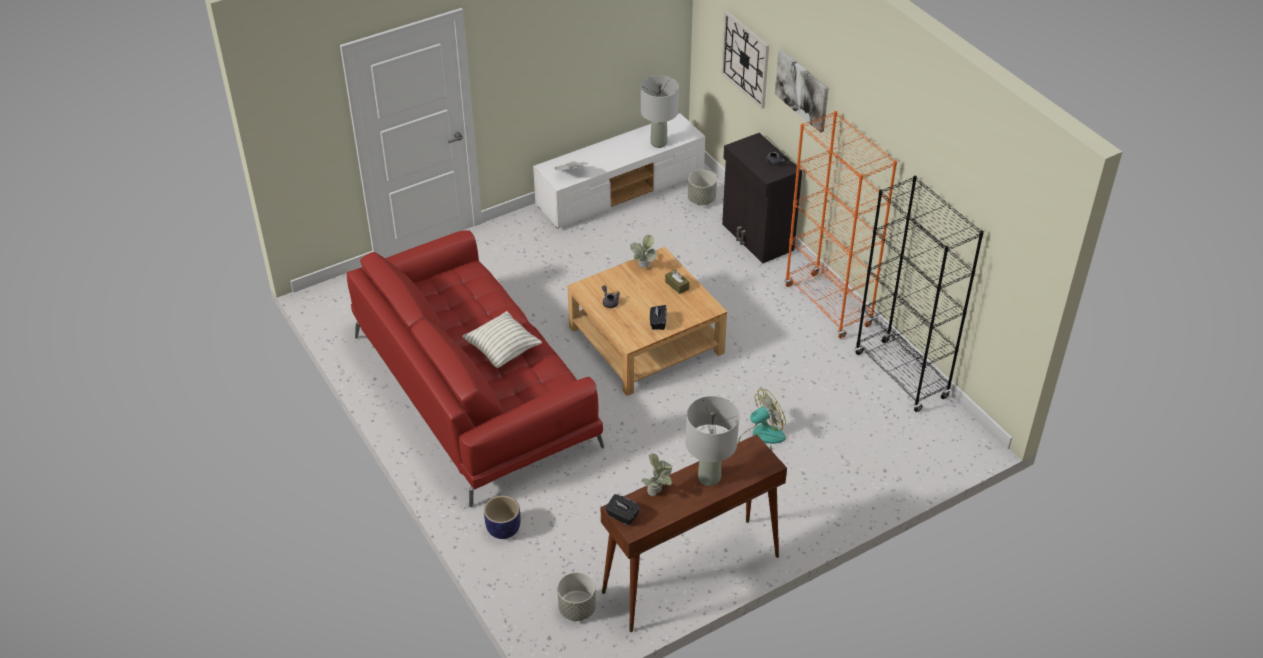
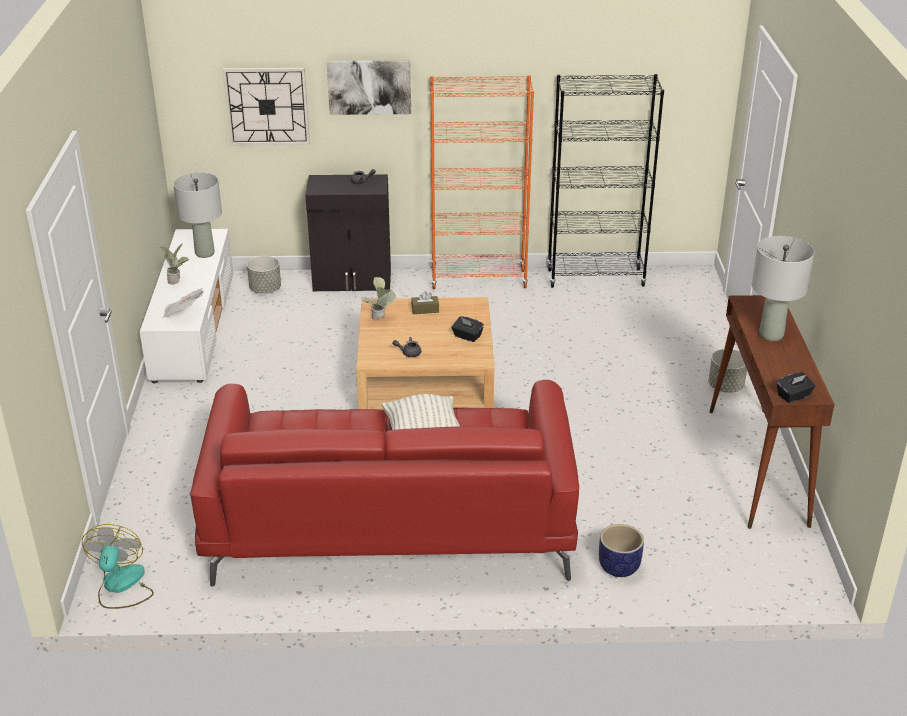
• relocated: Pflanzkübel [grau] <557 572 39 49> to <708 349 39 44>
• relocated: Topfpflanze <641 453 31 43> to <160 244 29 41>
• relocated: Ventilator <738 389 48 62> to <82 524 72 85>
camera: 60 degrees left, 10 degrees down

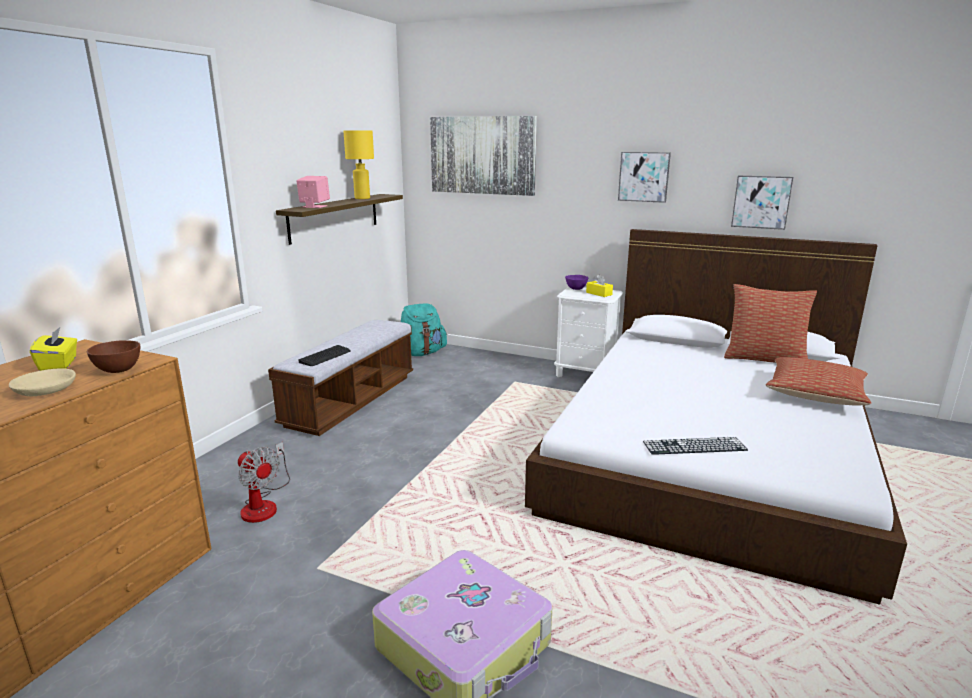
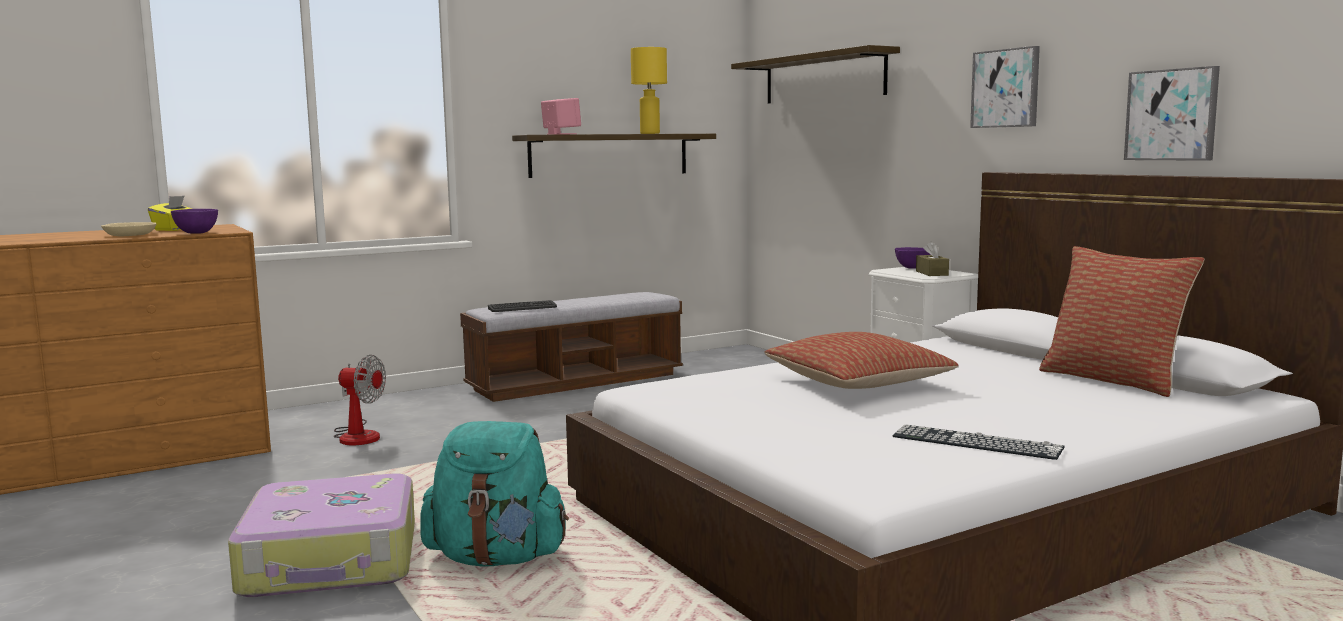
• relocated: Rucksack [türkis] <401 303 46 53> to <420 421 149 146>
• relocated: Tastatur <643 436 105 19> to <893 425 172 35>
• relocated: Kissen <766 357 105 49> to <765 332 193 57>
• exchanged: Bild <430 116 107 80> to Wandregal <731 45 169 58>
• colour: Schüssel [braun] <87 340 53 33> to Schüssel [lila] <171 209 47 25>
• colour: Taschentuchbox [gelb] <586 274 27 23> to Taschentuchbox [braun] <916 241 33 35>
• spun: Ventilator <238 442 52 81> = <334 355 52 90> 60 degrees counterclockwise
camera: 35 degrees right, 10 degrees down

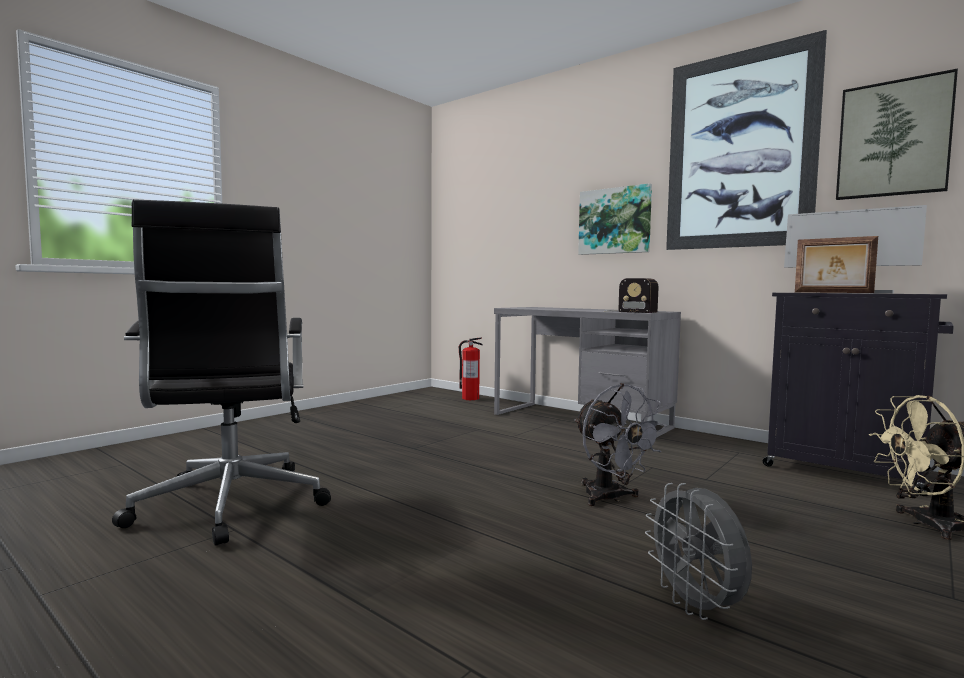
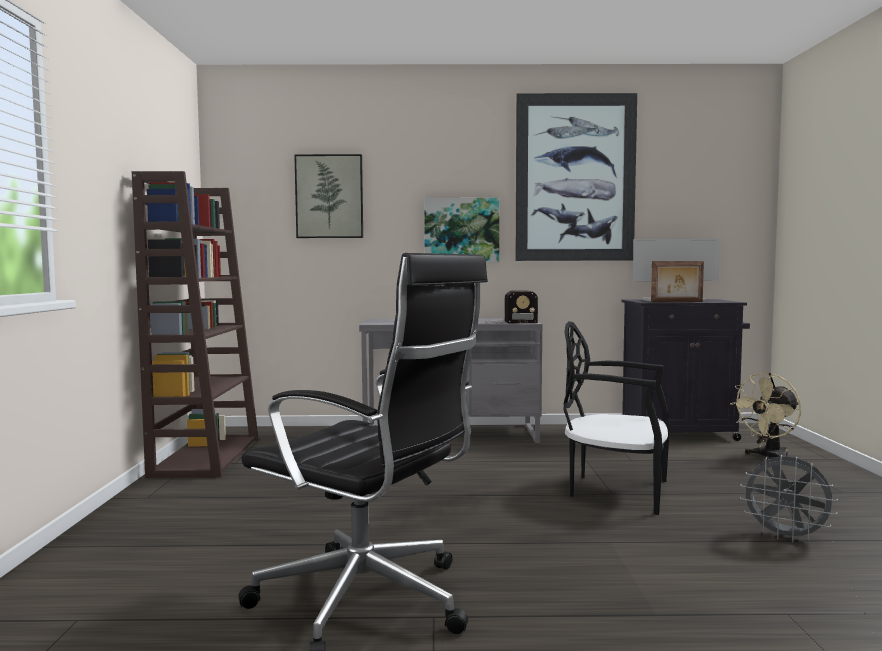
• missing: Feuerlöscher <459 337 24 63>
• appeared: Bücherregal [braun] <132 171 127 307>
• relocated: Bild <836 69 122 131> to <294 154 69 84>
• exchanged: Ventilator [grau] <574 383 93 123> to Stuhl [schwarz] <564 321 106 194>
camera: 40 degrees left, 0 degrees up

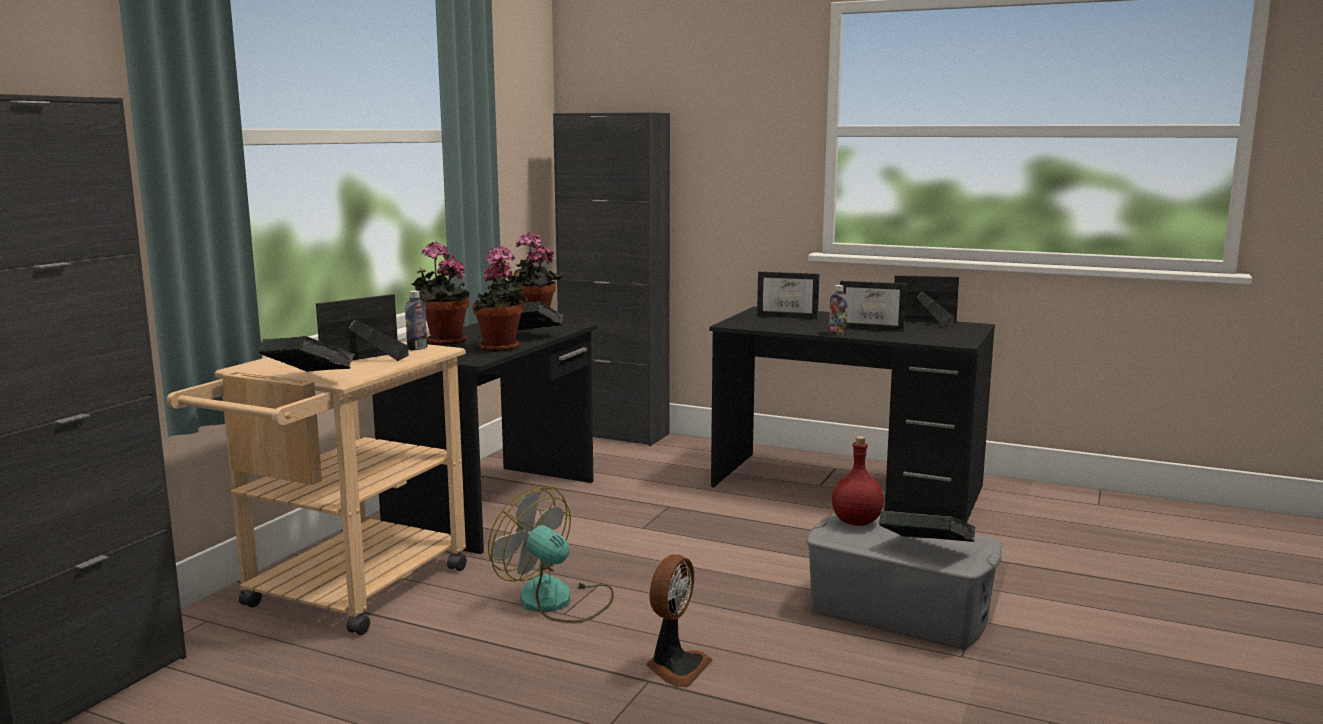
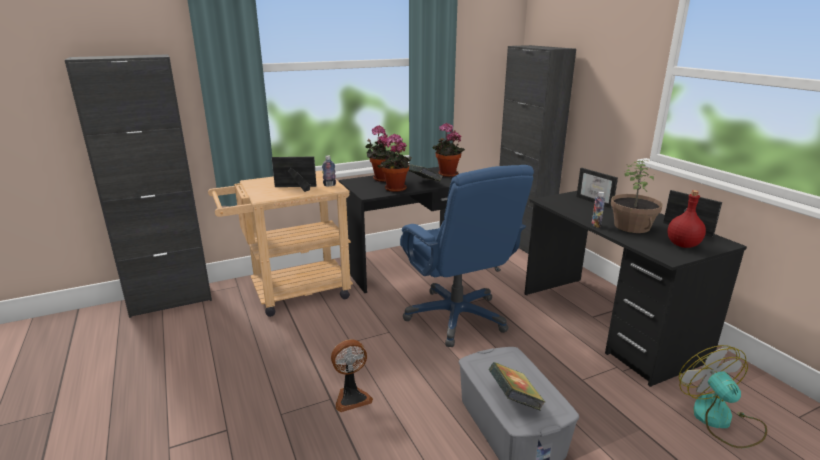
• missing: Buch <259 336 96 36>
• appeared: Bürostuhl [blau] <400 165 134 182>
• relocated: Ventilator <488 487 126 136> to <679 345 88 103>
• relocated: Flasche [rot] <832 436 52 90> to <667 190 39 58>
• exchanged: Bilderrahmen <840 281 67 51> to Topfpflanze <611 160 52 73>
camera: 40 degrees right, 10 degrees up

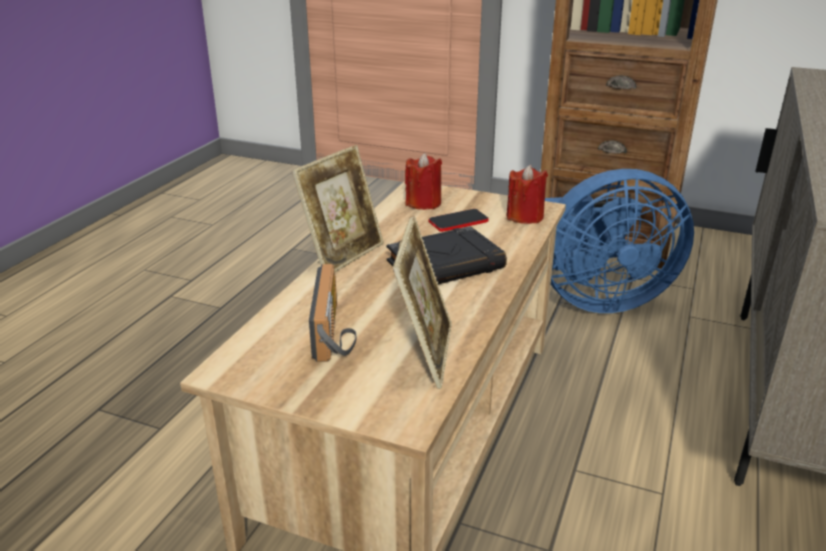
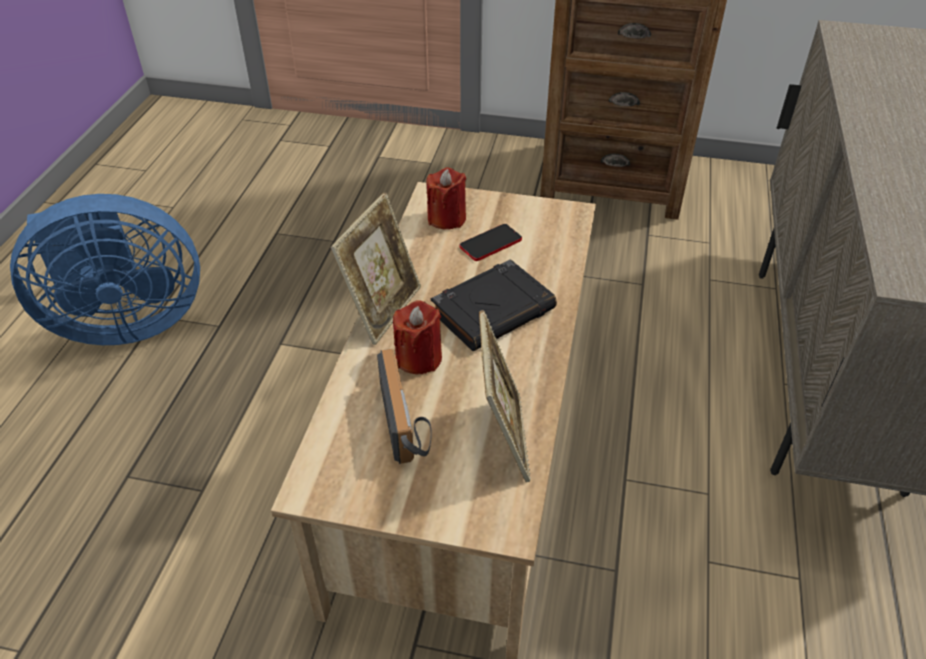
• relocated: Kerze [rot] <507 165 41 59> to <393 300 49 74>
• relocated: Ventilator [blau] <545 169 149 144> to <10 194 190 151>
camera: 10 degrees left, 15 degrees up

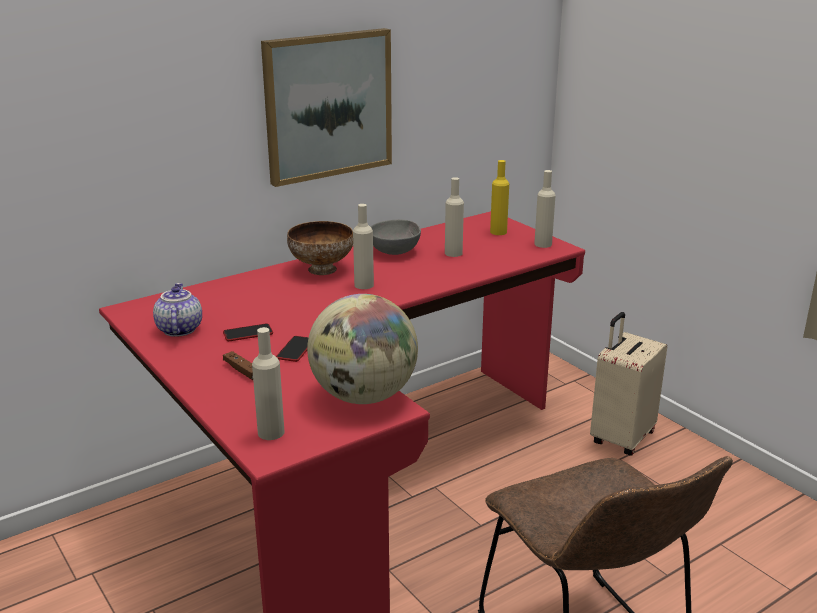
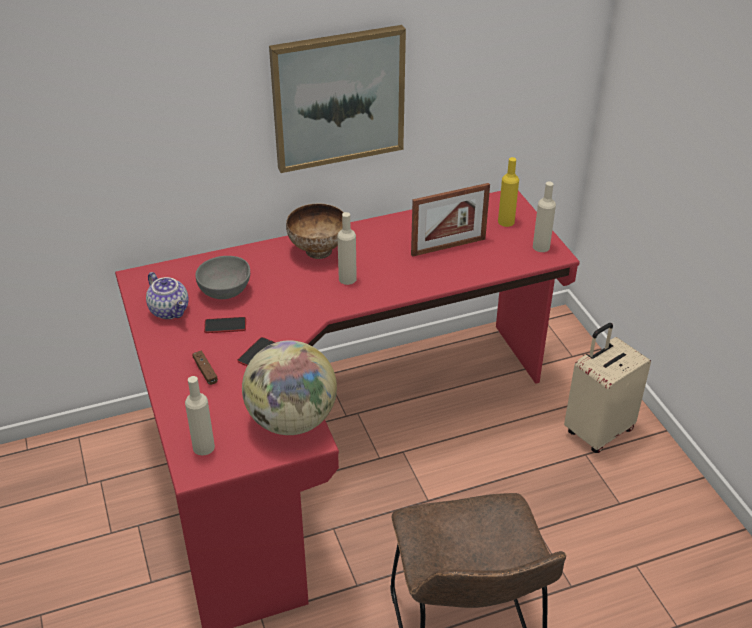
• relocated: Schüssel [grau] <371 220 50 35> to <195 256 55 43>
• exchanged: Flasche [beige] <445 177 19 80> to Bilderrahmen <411 183 79 74>
• spun: Teekanne <153 283 49 54> = <146 272 43 47> 135 degrees clockwise
camera: 15 degrees right, 15 degrees up

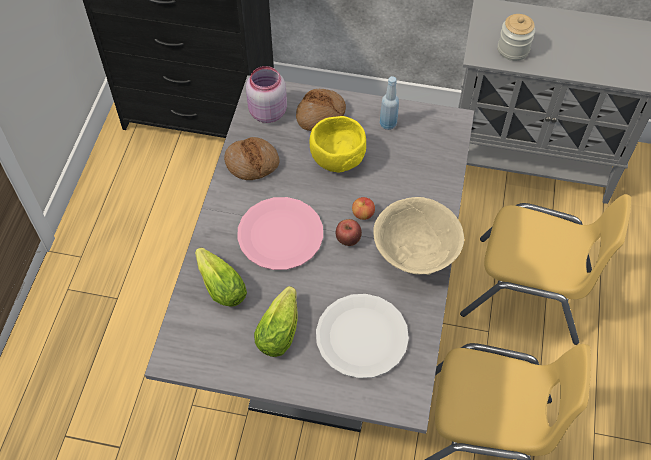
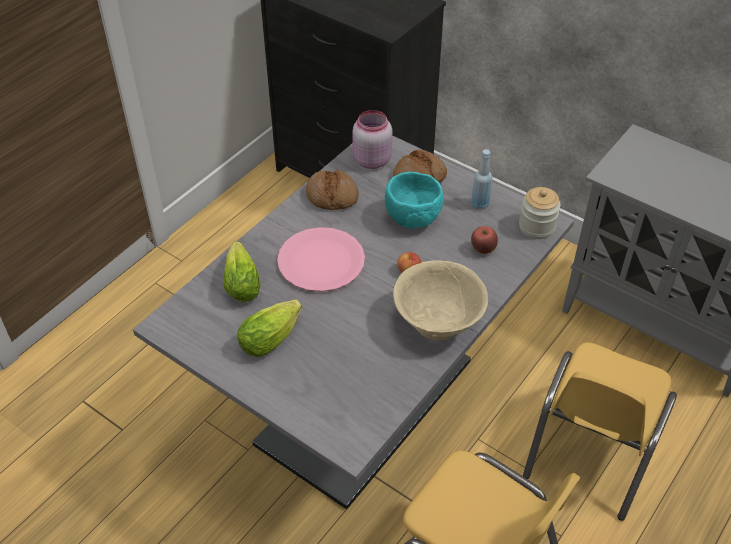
• missing: Teller [weiß] <316 294 93 84>
• relocated: Apfel <336 219 26 27> to <471 226 27 28>
• relocated: Vorratsglas <498 14 37 47> to <519 187 41 52>
• colour: Schüssel [gelb] <310 116 56 56> to Schüssel [türkis] <385 172 59 56>
• spun: Stuhl [gelb] <460 194 171 151> = <523 342 154 179> 75 degrees clockwise
camera: 25 degrees right, 10 degrees down

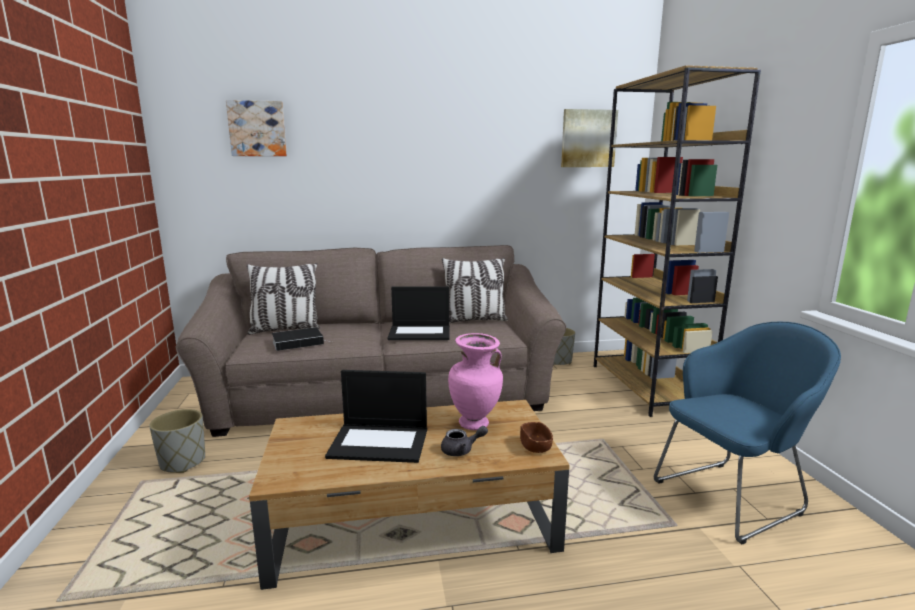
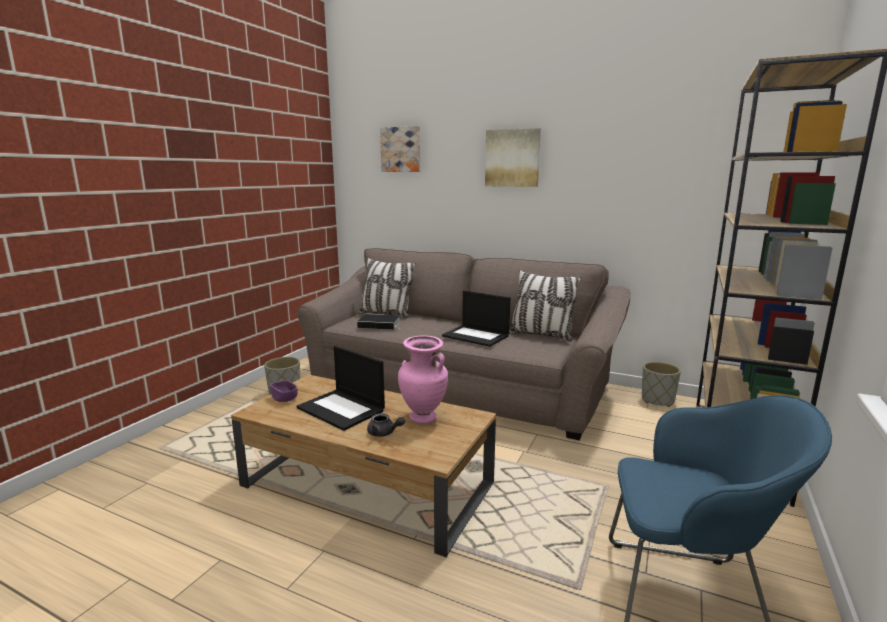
• missing: Schüssel [braun] <520 422 33 31>
• appeared: Schüssel [lila] <270 380 28 22>
• relocated: Bild <561 109 57 58> to <485 128 56 59>
camera: 35 degrees right, 0 degrees up

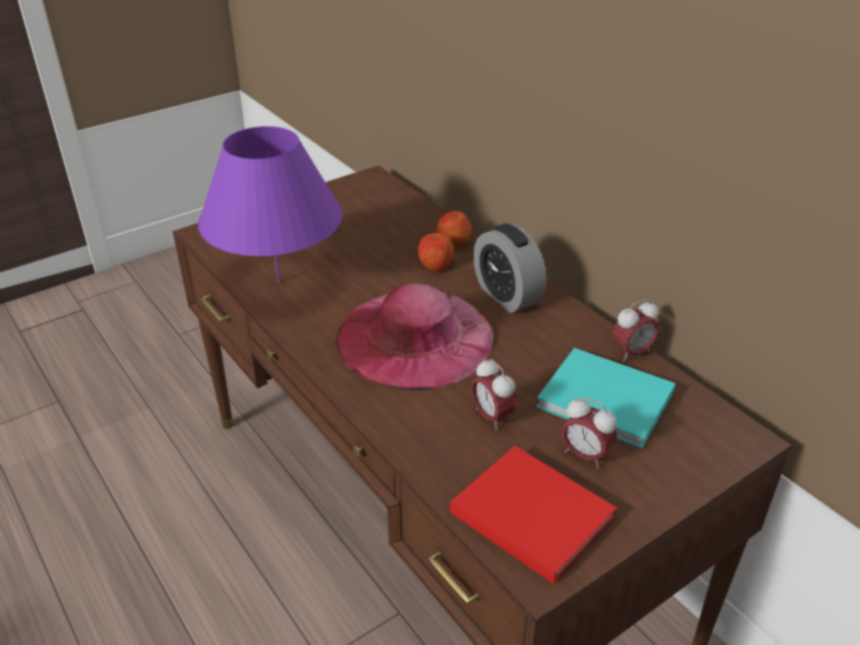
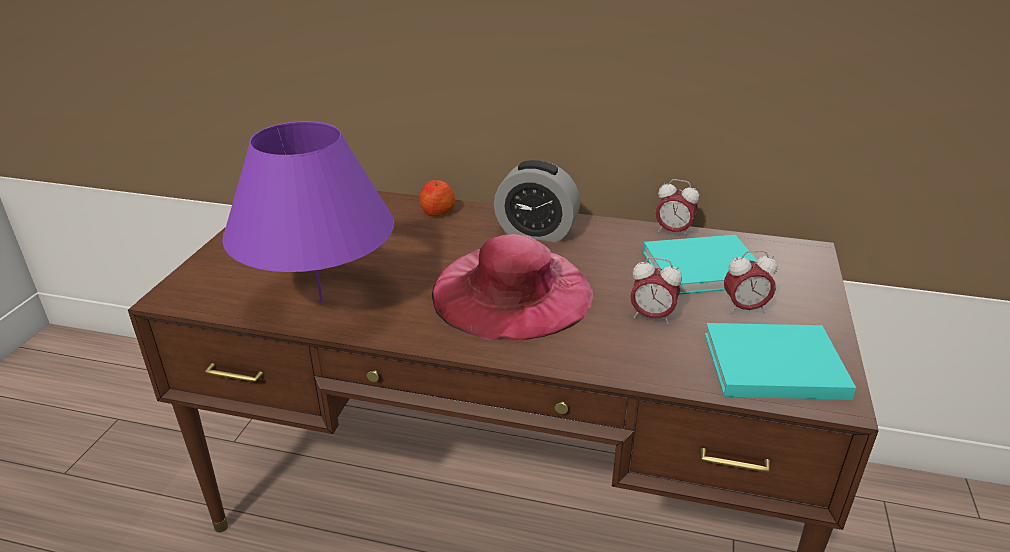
• missing: Apfel <418 233 36 38>
• colour: Buch [rot] <450 446 167 138> to Buch [türkis] <705 323 151 77>
• spun: Wecker <612 299 48 62> = <656 179 43 59> 90 degrees clockwise
camera: 40 degrees left, 5 degrees down

